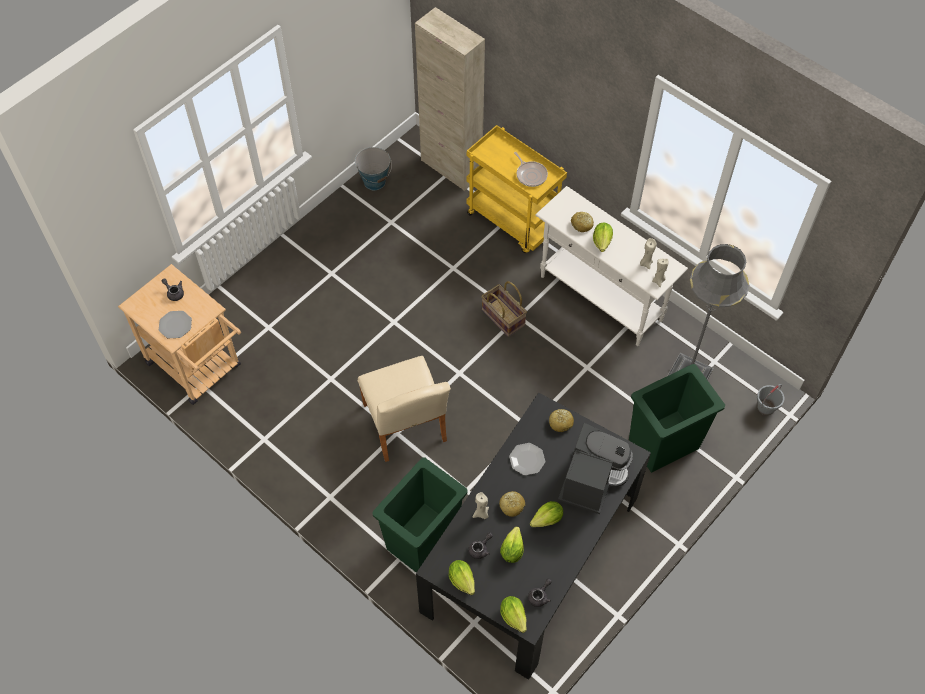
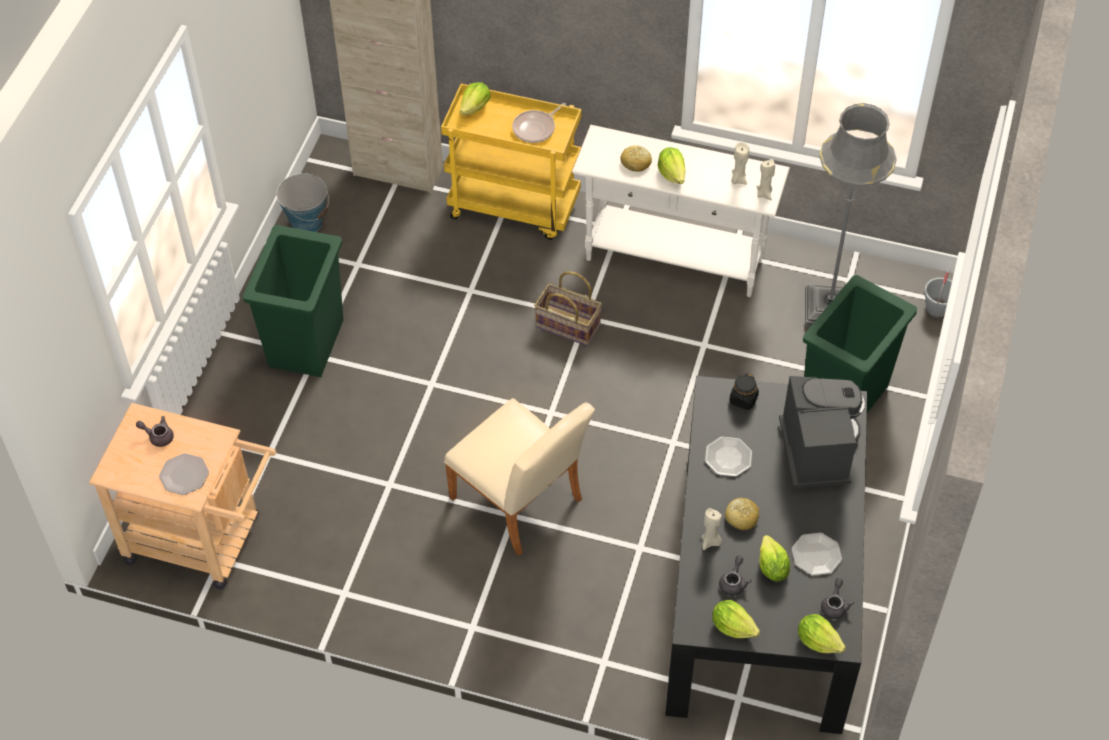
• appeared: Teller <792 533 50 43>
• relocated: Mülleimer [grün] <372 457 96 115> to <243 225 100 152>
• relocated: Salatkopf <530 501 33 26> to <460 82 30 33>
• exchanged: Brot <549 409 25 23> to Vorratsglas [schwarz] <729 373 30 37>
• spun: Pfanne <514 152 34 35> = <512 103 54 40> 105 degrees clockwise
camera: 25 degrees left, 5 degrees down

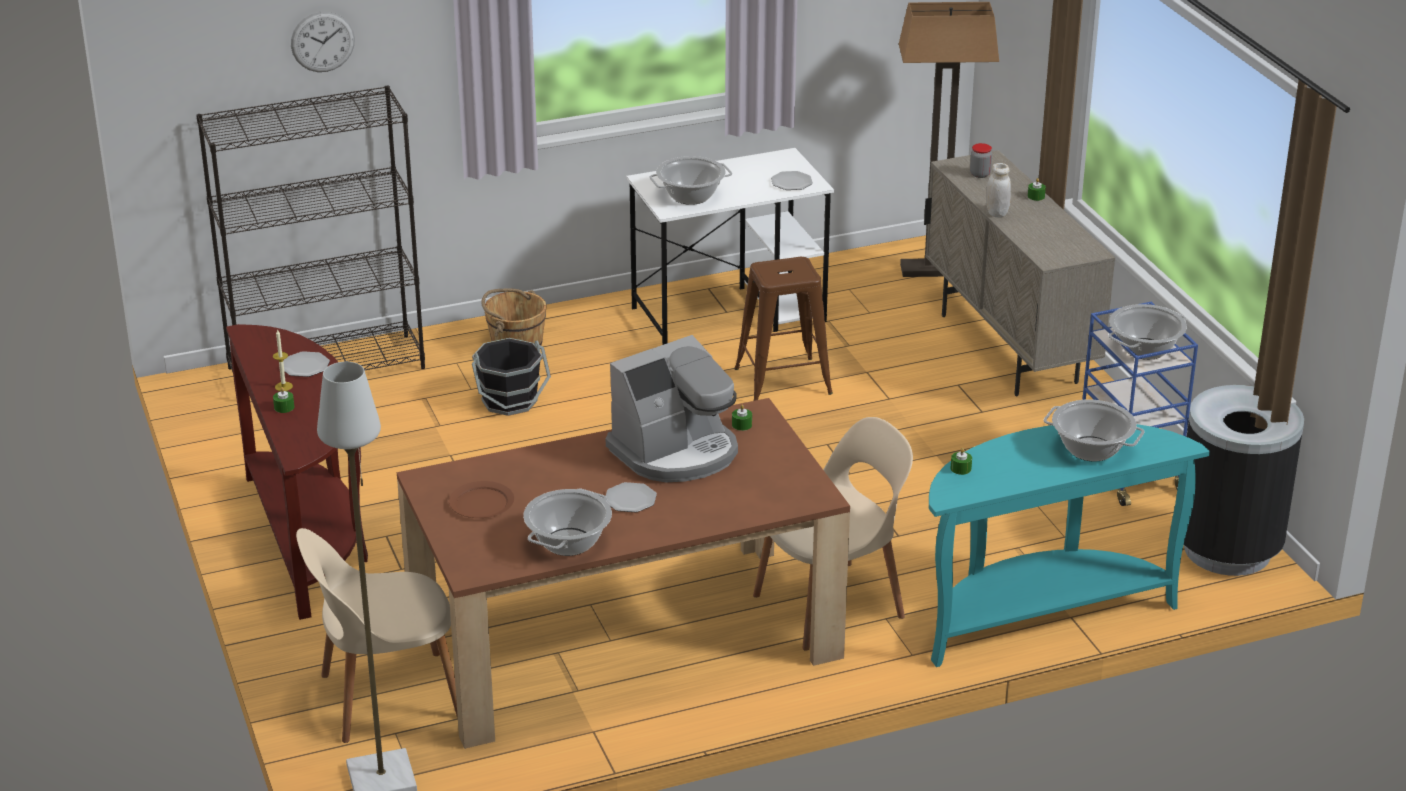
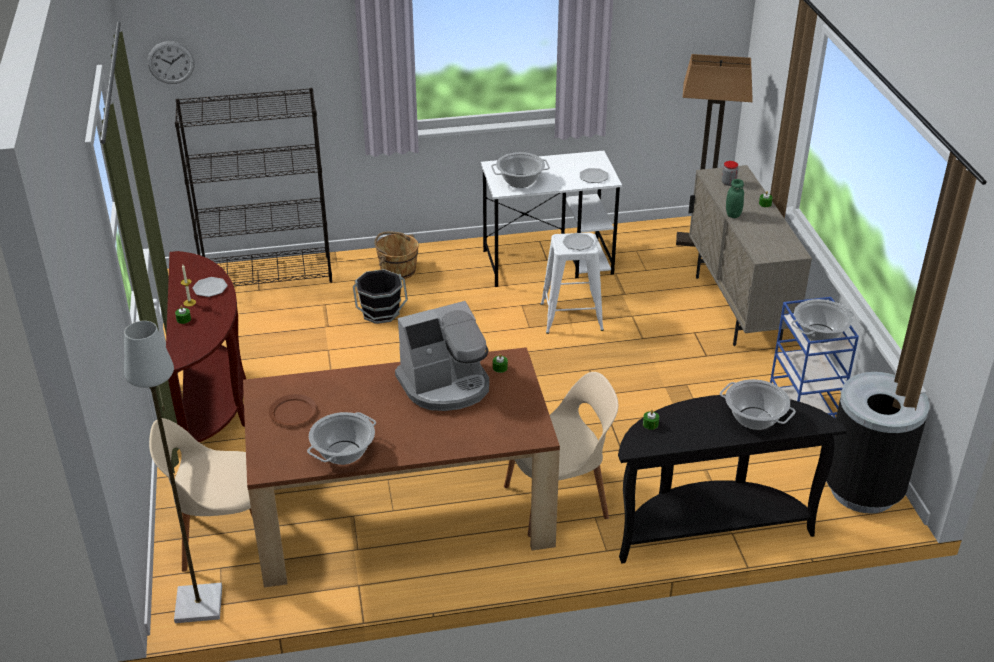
• relocated: Wanduhr <291 11 64 61> to <148 41 47 43>
• relocated: Teller <606 482 51 30> to <563 233 31 17>
• colour: Hocker [braun] <734 257 99 144> to Hocker [weiß] <540 233 64 101>
• colour: Konsolentisch [türkis] <929 424 281 243> to Konsolentisch [schwarz] <618 394 229 170>
• colour: Vorratsglas [weiß] <986 163 25 54> to Vorratsglas [grün] <726 179 18 39>
camera: 10 degrees right, 5 degrees up

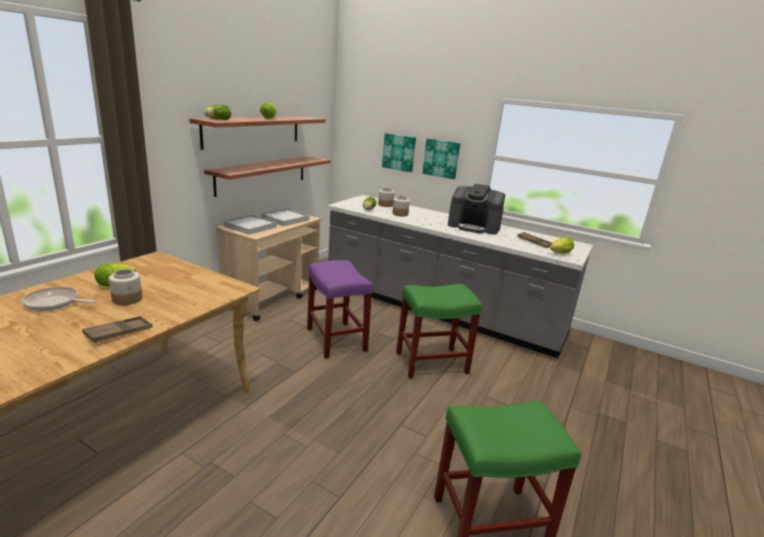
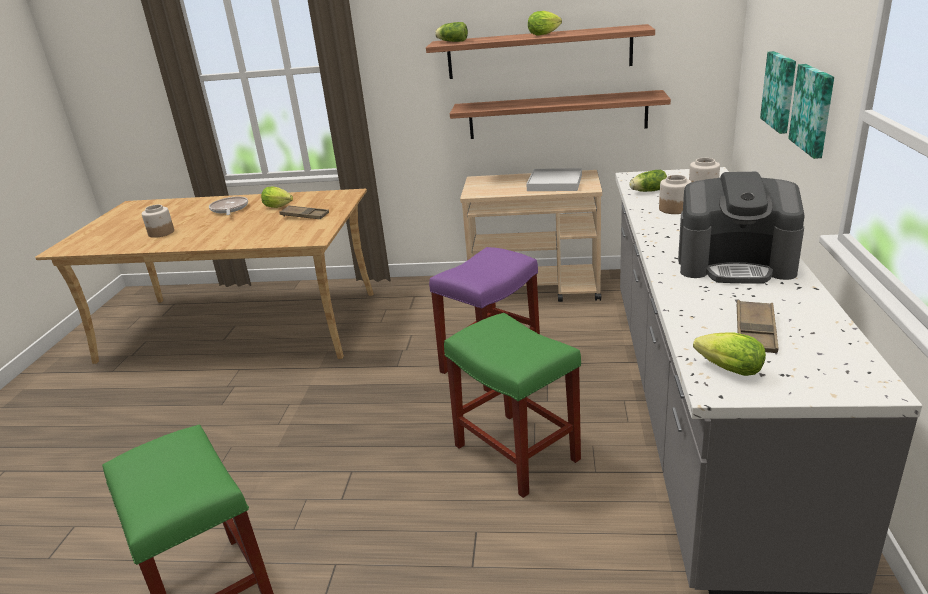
• missing: Tablett [weiß] <223 214 54 21>
• relocated: Tablett [braun] <82 316 70 27> to <279 205 50 14>
• relocated: Vorratsglas <109 269 33 36> to <142 205 32 33>
• spun: Kaffeemaschine <448 184 57 51> = <678 172 127 112> 75 degrees counterclockwise
camera: 70 degrees right, 5 degrees up

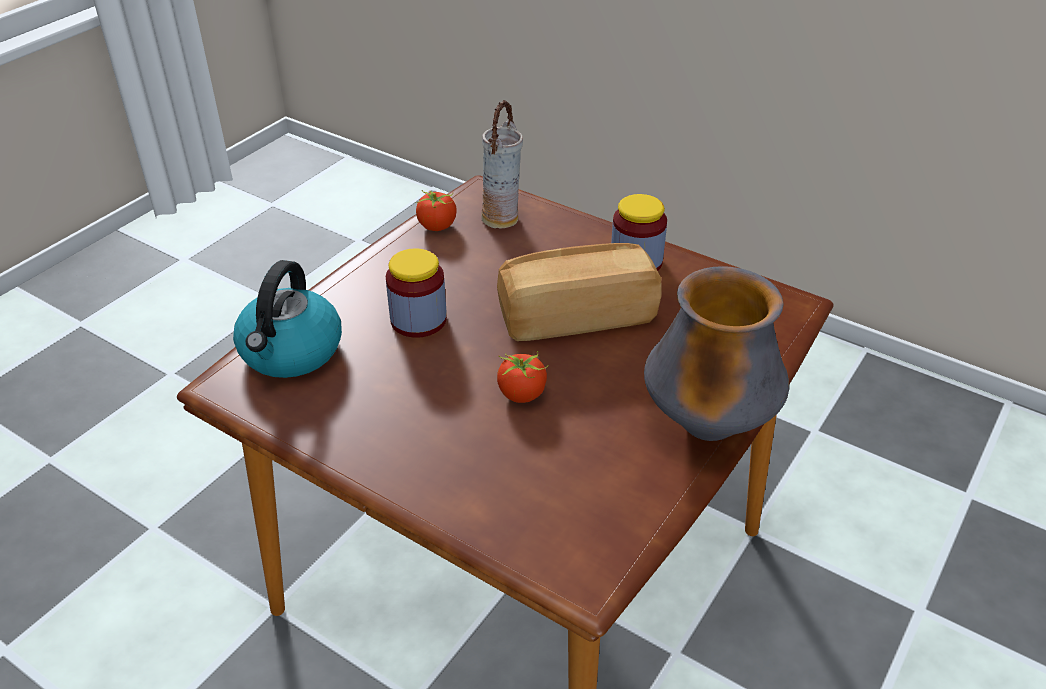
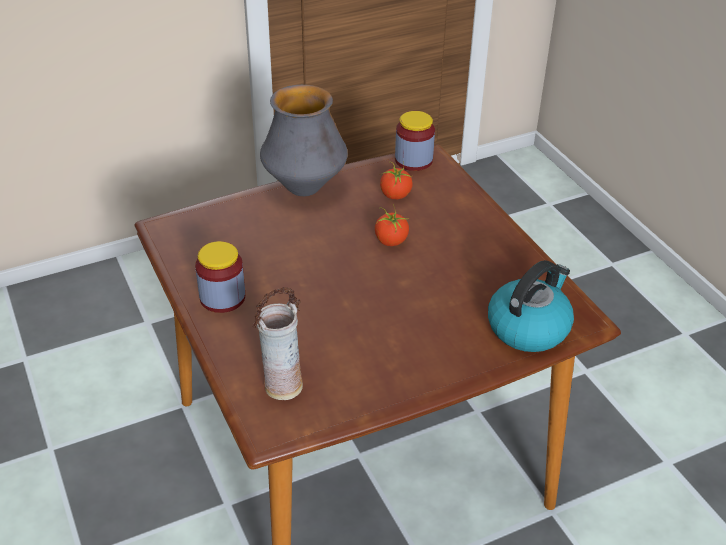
• missing: Brot <497 243 165 98>
• relocated: Vorratsglas <386 248 61 90> to <395 111 40 60>
• relocated: Tomate <416 190 41 41> to <380 162 33 37>
camera: 150 degrees left, 0 degrees up

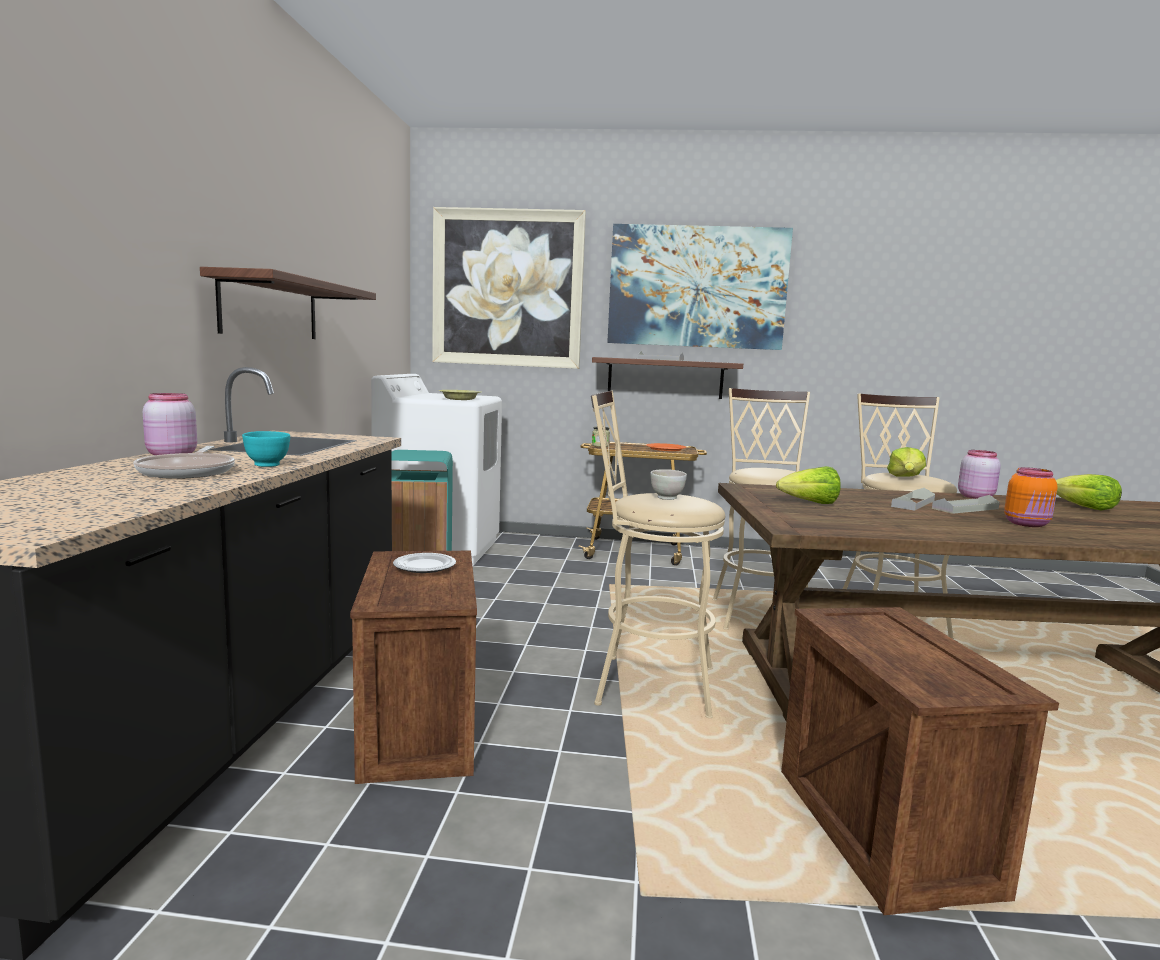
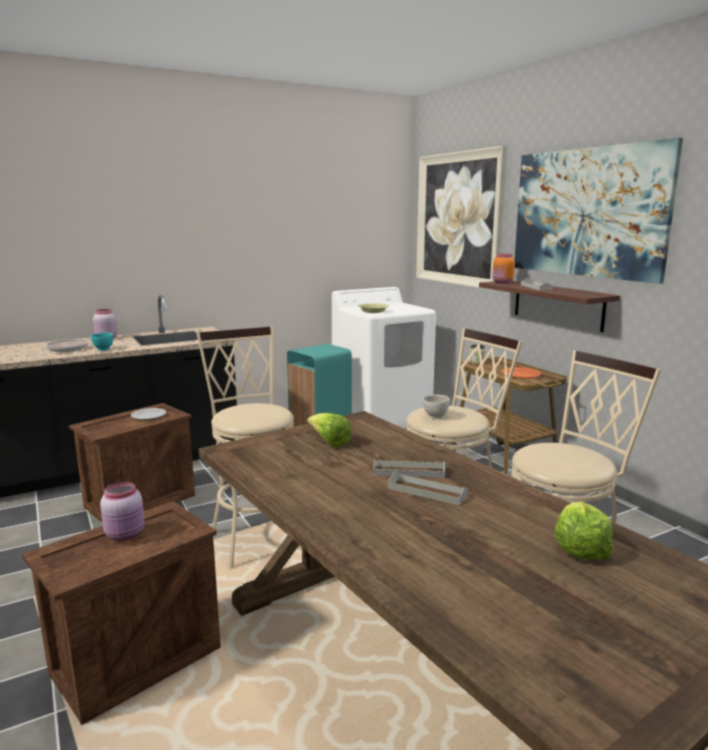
• missing: Wandregal <200 267 176 72>
• missing: Salatkopf <887 447 39 30>
• relocated: Schüssel [weiß] <650 469 37 31> to <422 395 28 24>
• relocated: Vorratsglas [rosa] <958 450 43 49> to <100 482 44 59>
• relocated: Vorratsglas [orange] <1004 467 53 60> to <492 253 23 30>
camera: 55 degrees right, 5 degrees up

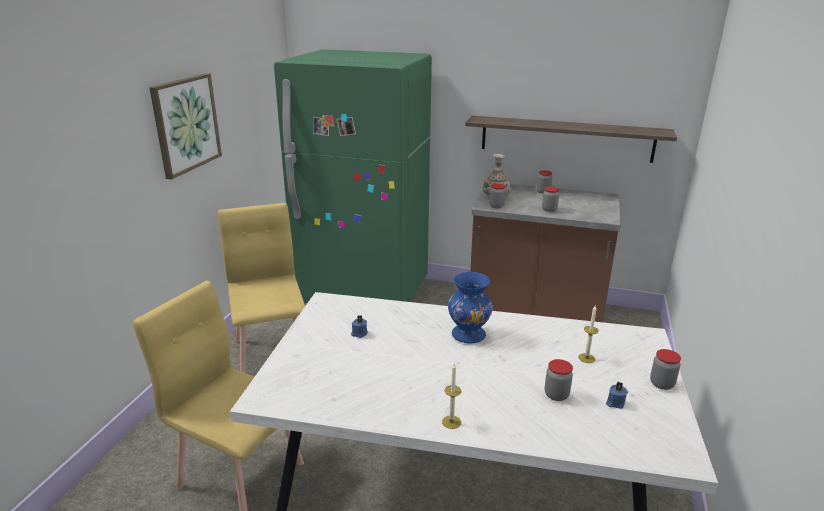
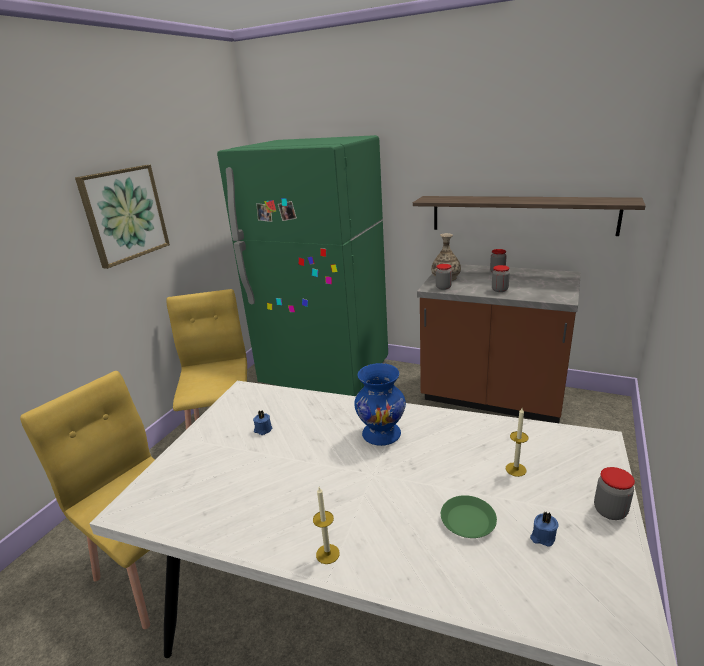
• exchanged: Vorratsglas <545 359 28 42> to Teller [grün] <441 495 56 43>
camera: 10 degrees right, 0 degrees up

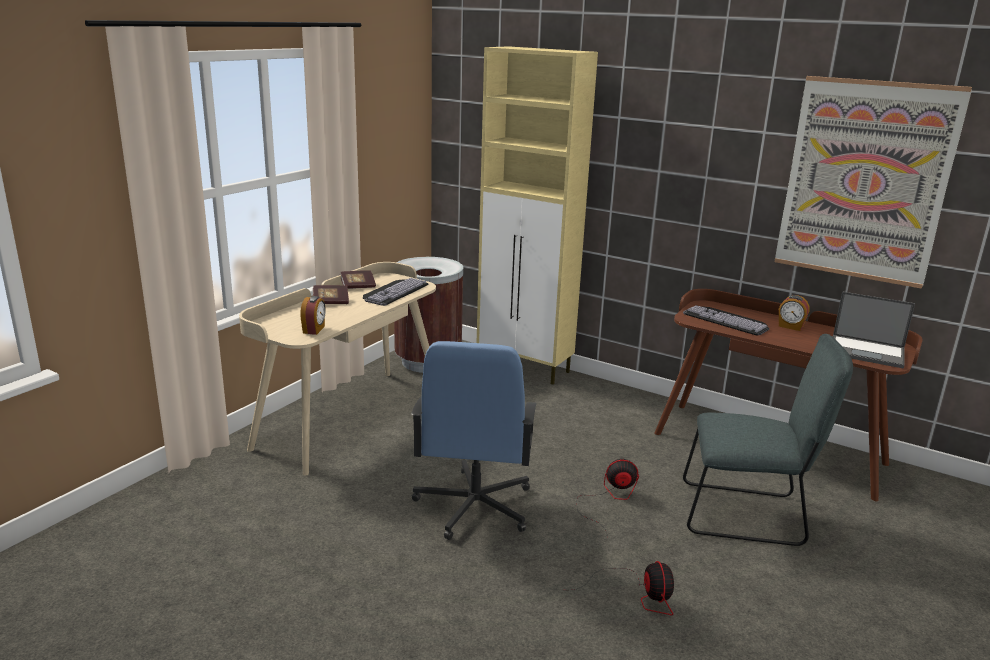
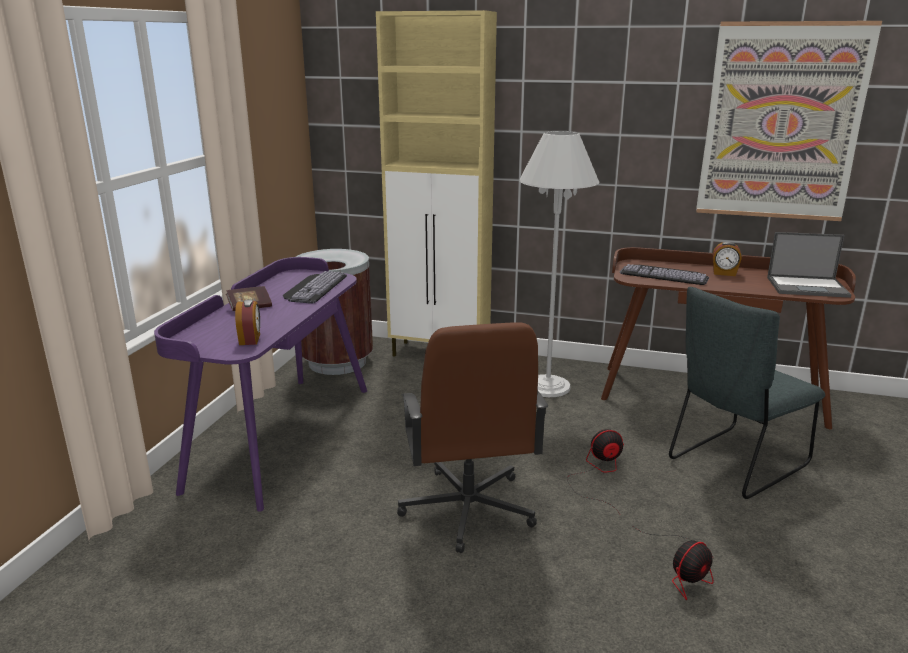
• missing: Buch <340 270 36 19>
• appeared: Stehlampe [weiß] <519 131 80 266>
• colour: Schreibtisch [beige] <239 262 197 214> to Schreibtisch [lila] <154 257 213 254>
• colour: Bürostuhl [blau] <411 341 126 199> to Bürostuhl [braun] <397 322 151 231>
• spun: Ventilator <573 561 101 54> = <631 525 83 75> 75 degrees clockwise
• spun: Stuhl [grau] <683 334 170 212> = <669 287 156 212> 150 degrees clockwise
camera: 15 degrees left, 0 degrees up

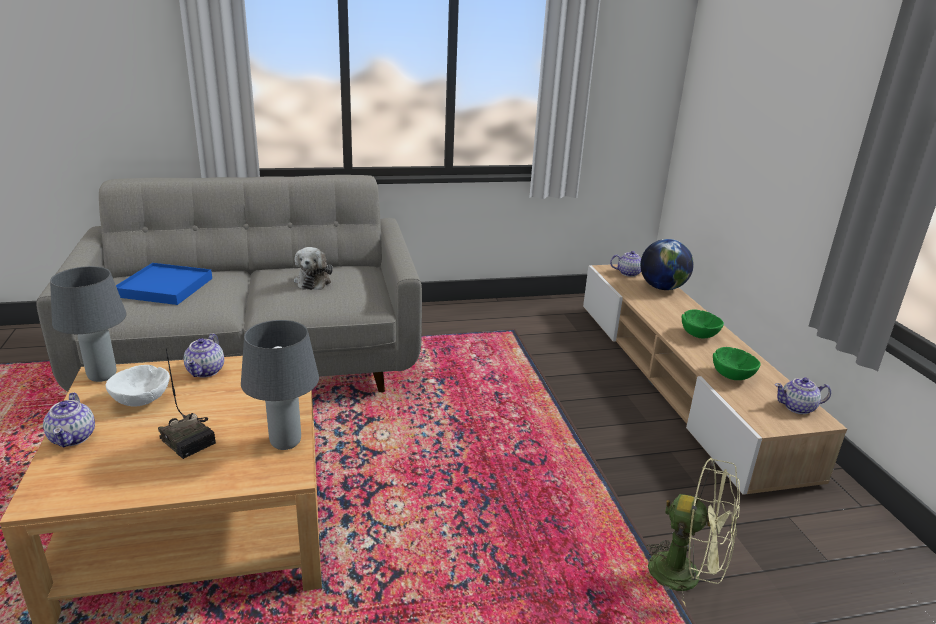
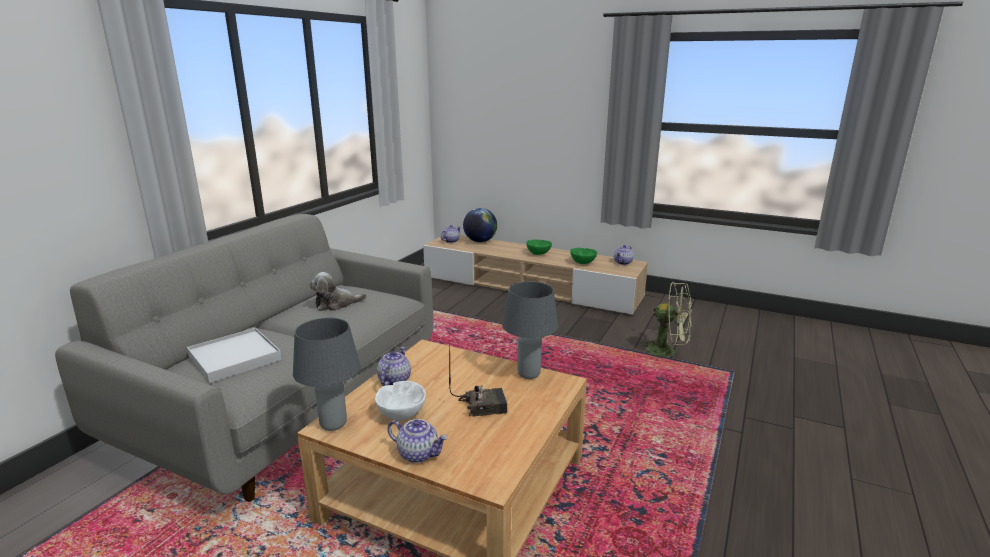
• colour: Tablett [blau] <116 263 96 42> to Tablett [weiß] <187 328 95 55>
• spun: Teekanne <183 333 41 44> = <377 347 34 39> 120 degrees counterclockwise
• spun: Plüschtier <294 247 39 43> = <310 272 57 39> 120 degrees clockwise
• spun: Ventilator [grün] <644 458 96 147> = <639 282 53 75> 45 degrees clockwise
camera: 50 degrees left, 5 degrees down

